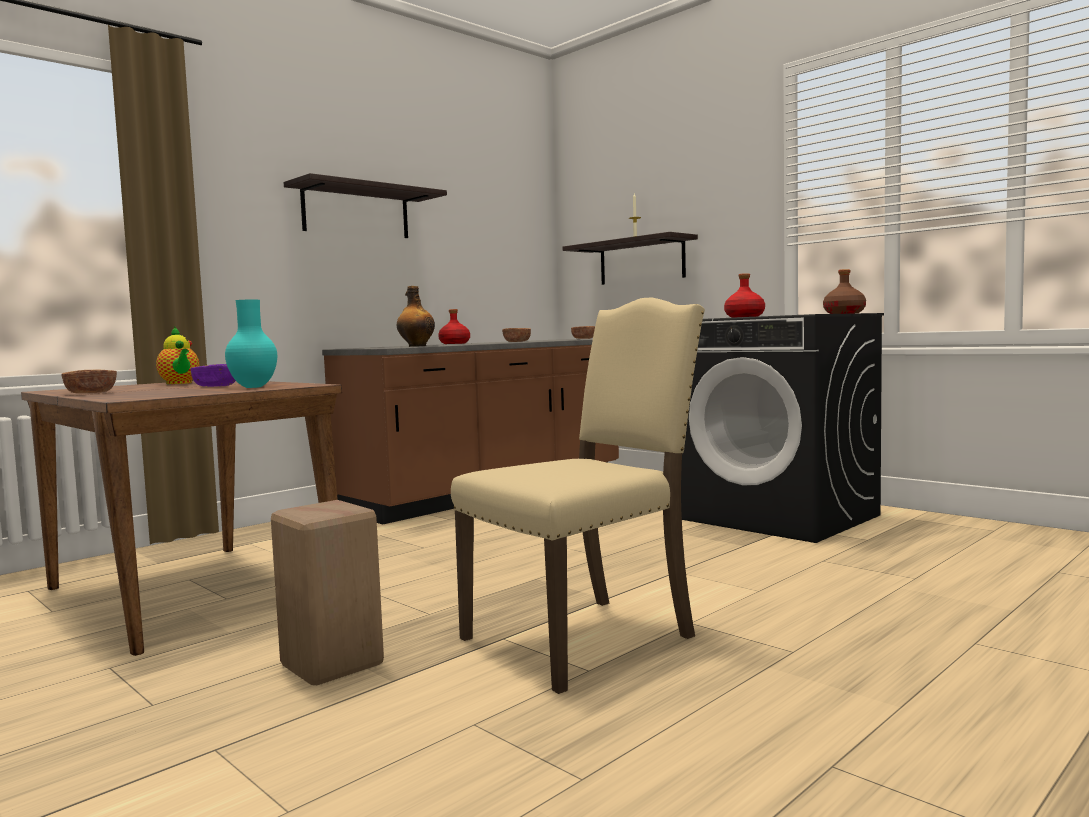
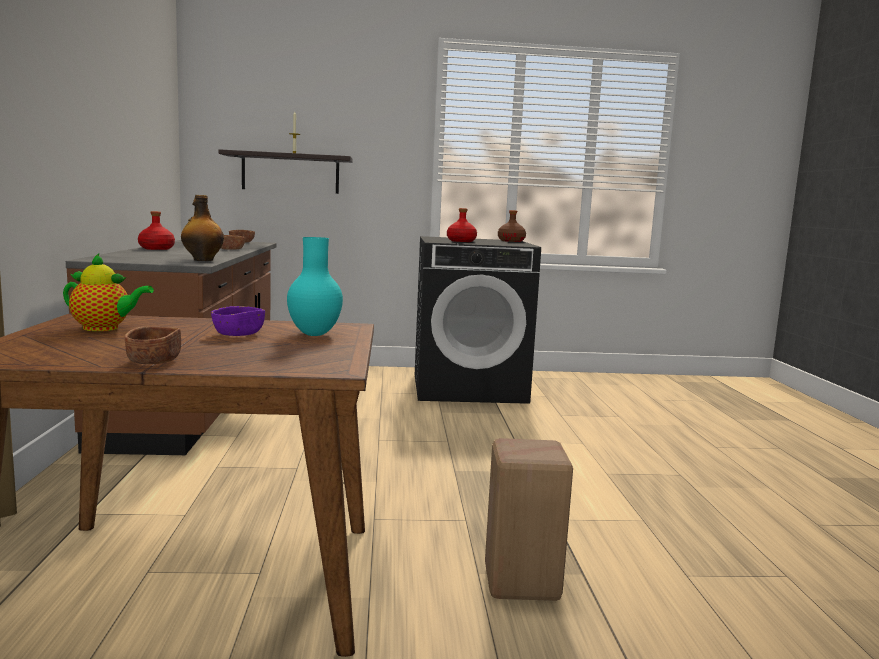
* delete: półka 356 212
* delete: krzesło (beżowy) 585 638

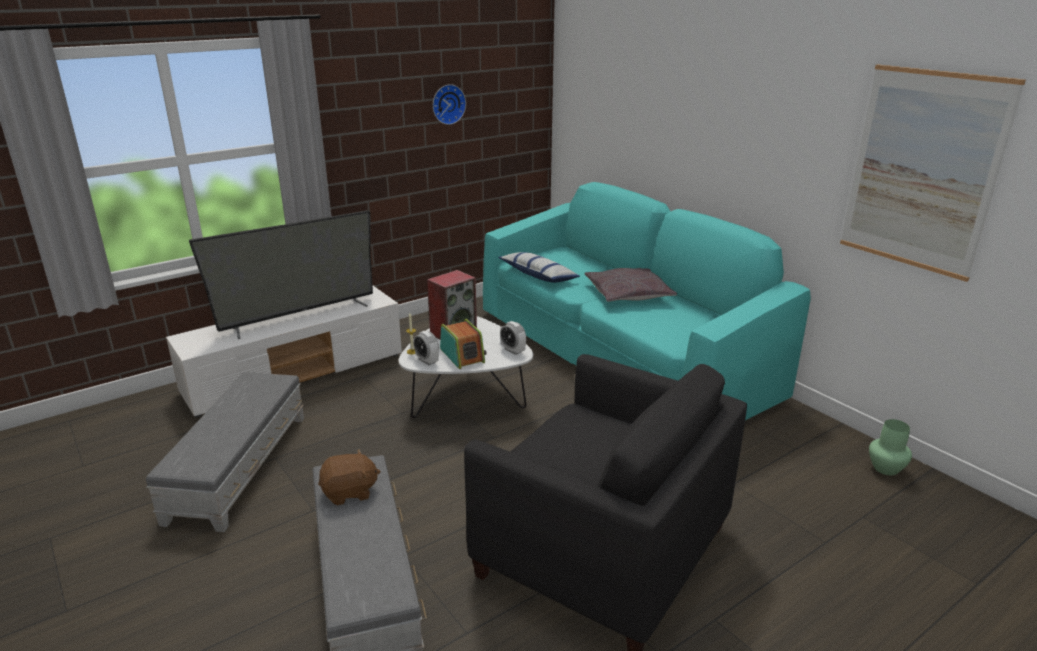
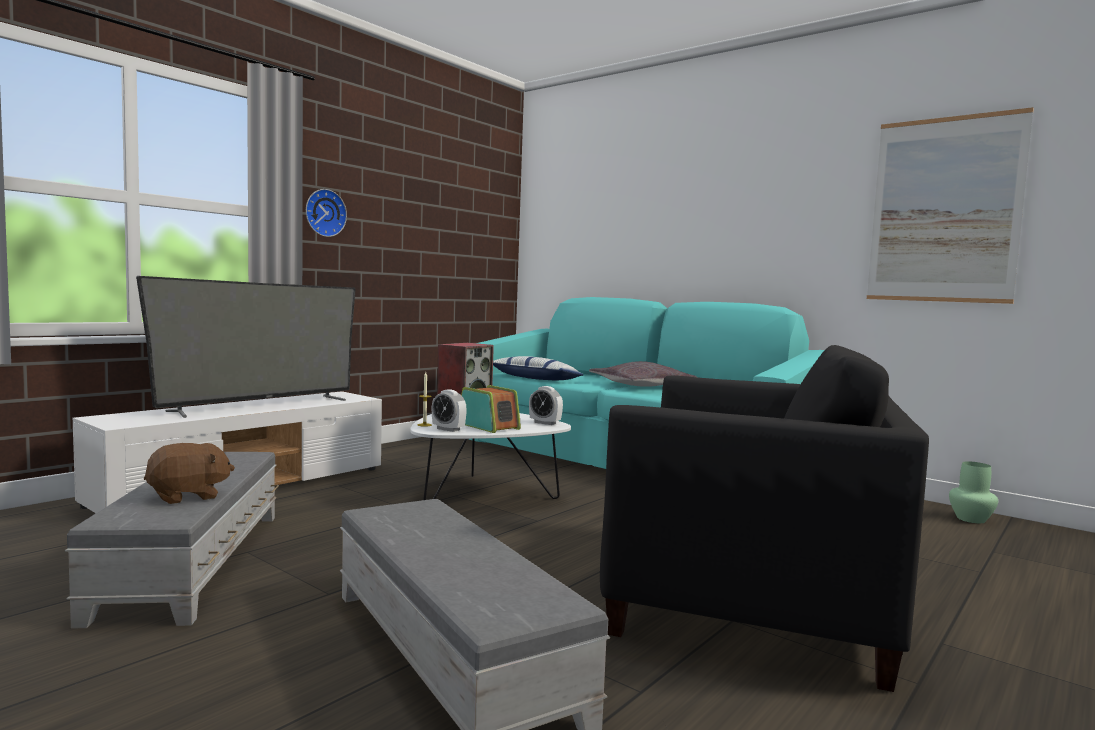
* move: pluszak (brązowy) 349 492 to 188 496
* move: zegar ścienny 447 104 to 324 213

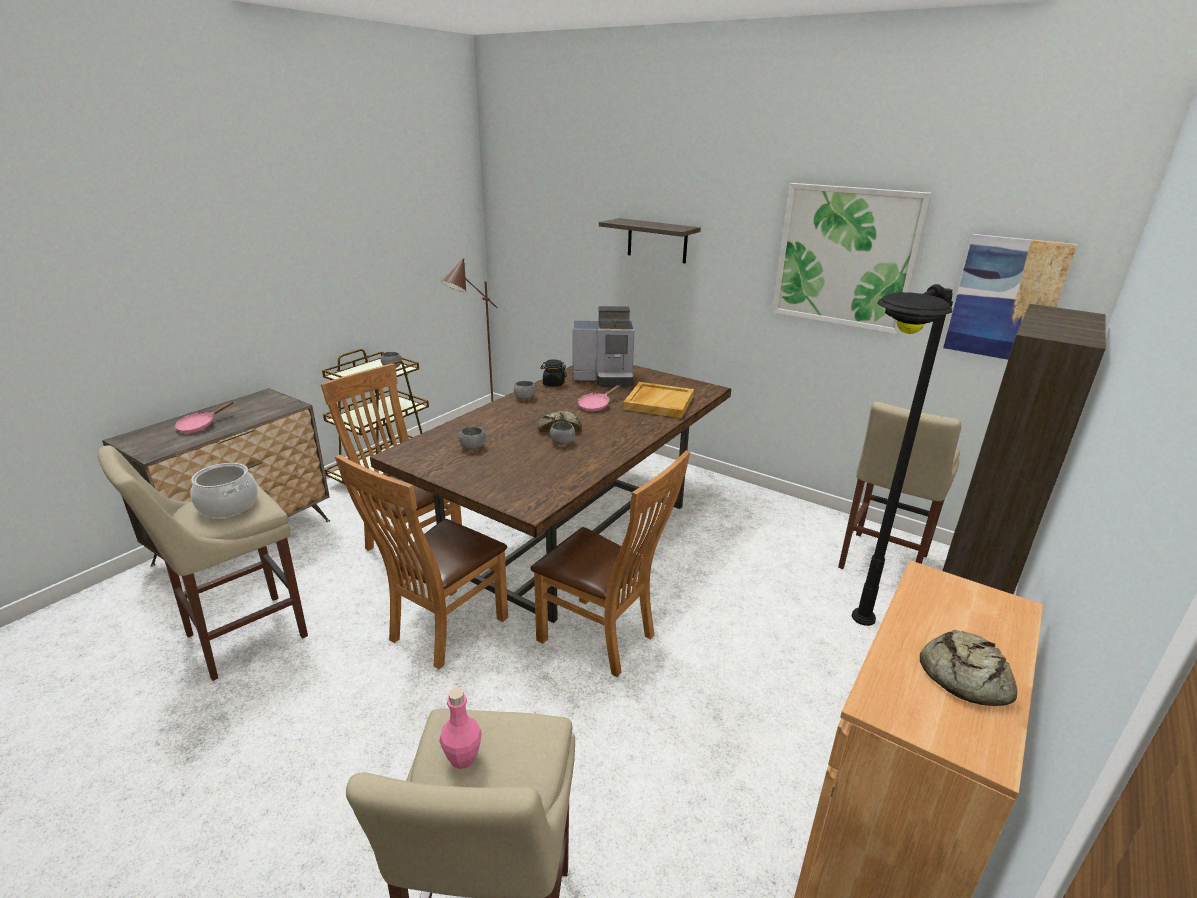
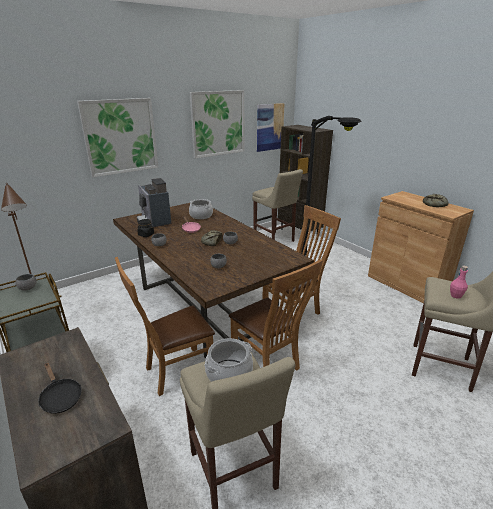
* replace: półka 657 241 to obraz 120 136
* replace: taca (beżowy) 658 402 to garnek 201 216
* recolor: patelnia (różowy) 200 426 to patelnia (czarny) 60 397
* rotate: ekspres do kawy 605 378 = 154 221 135 degrees clockwise

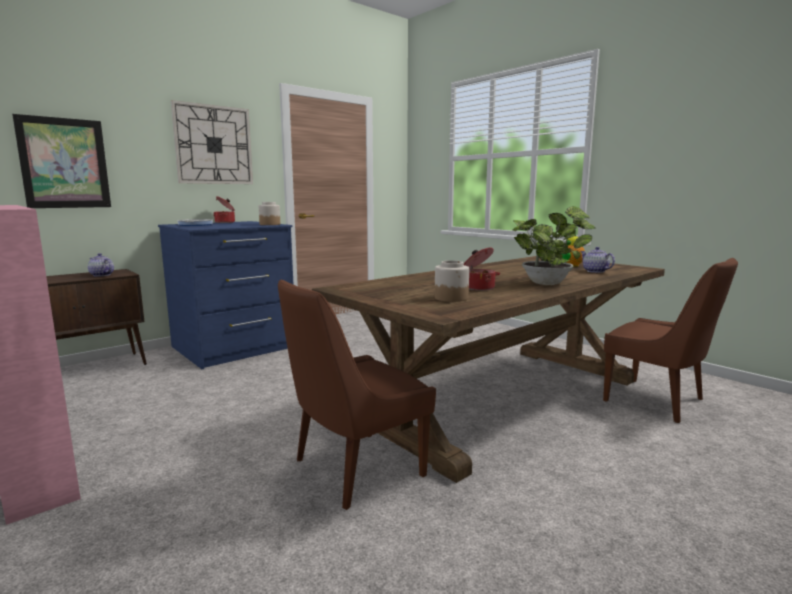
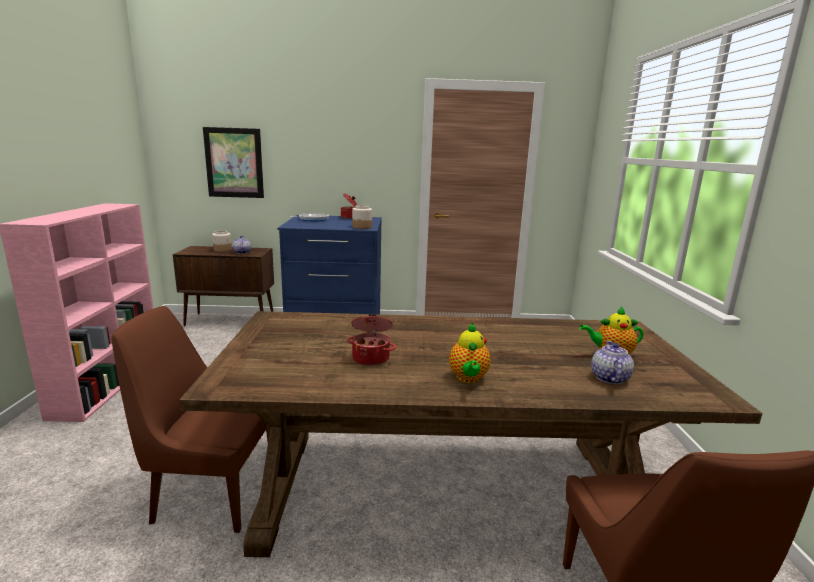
* delete: zegar ścienny 213 145
* move: słoik 451 298 to 223 250
* replace: roślina doniczkowa 549 283 to imbryk 468 378

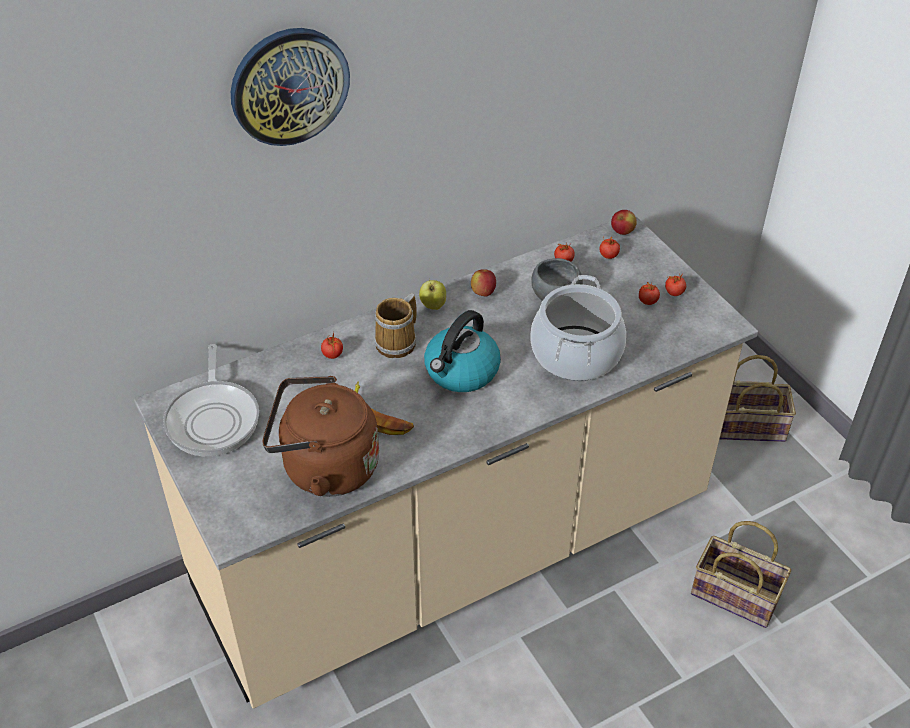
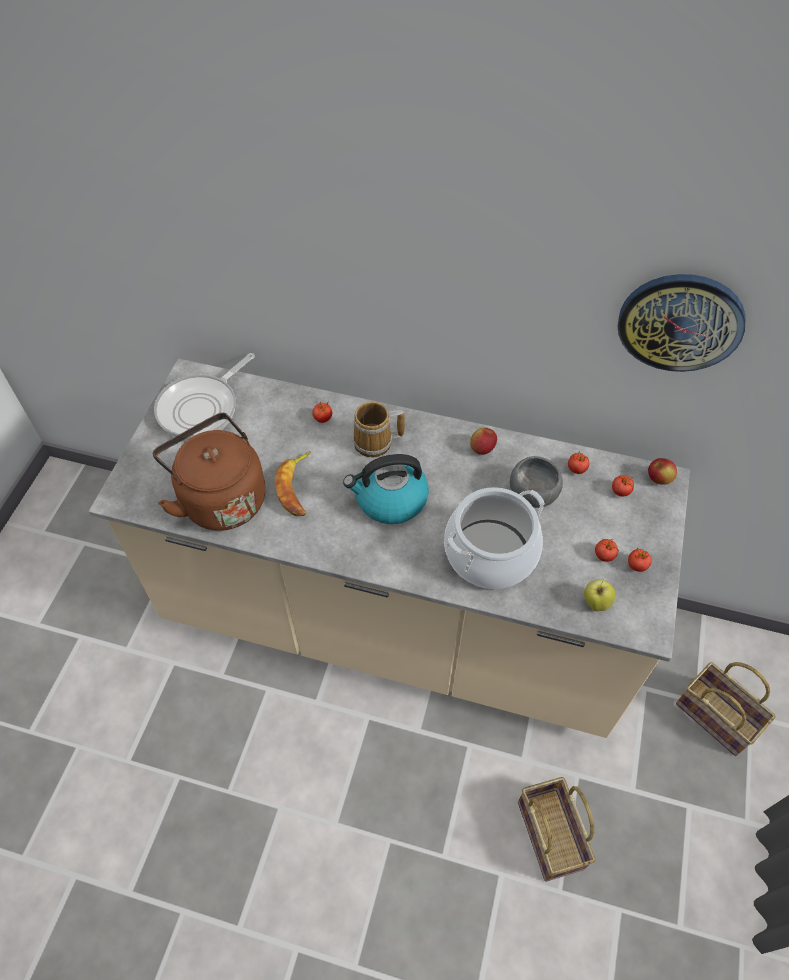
* move: zegar ścienny 289 86 to 680 322
* move: jabłko 433 306 to 595 603

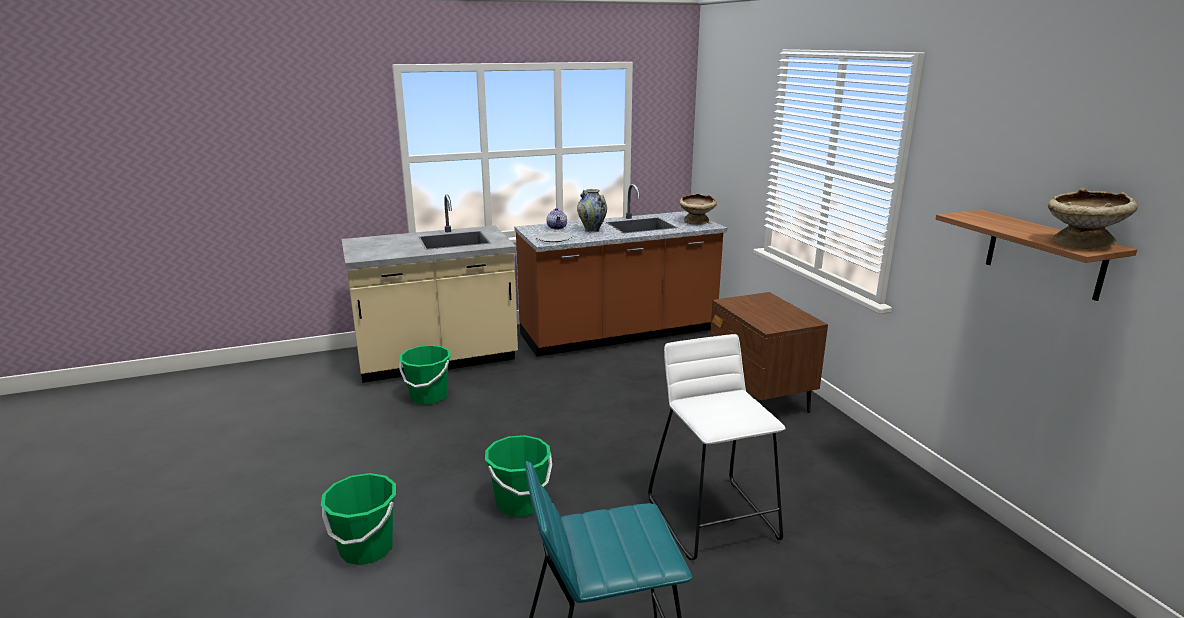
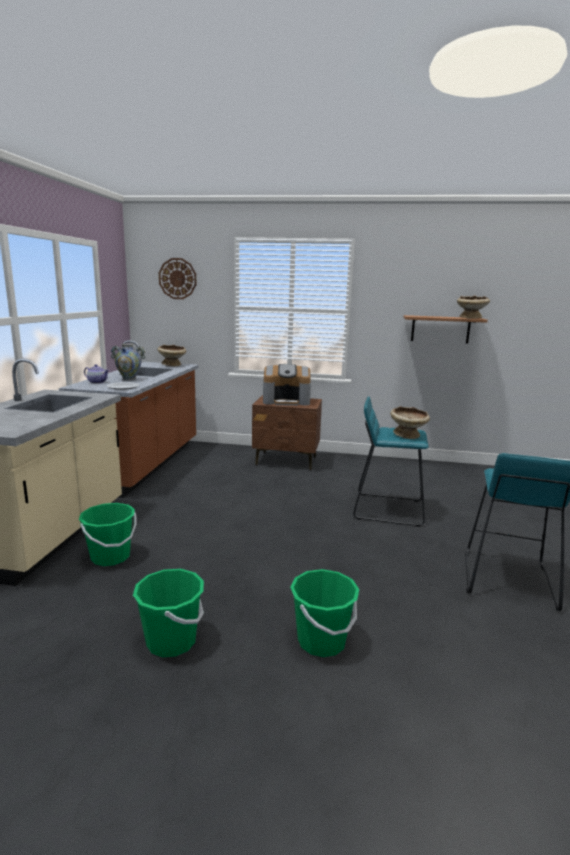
* insert: zegar ścienny 177 278
* insert: ekspres do kawy 286 401
* insert: miska (beżowy) 408 435
* move: wiadro (zielony) 520 503 to 171 641
* recolor: stołek (biały) 714 518 to stołek (turkusowy) 388 509

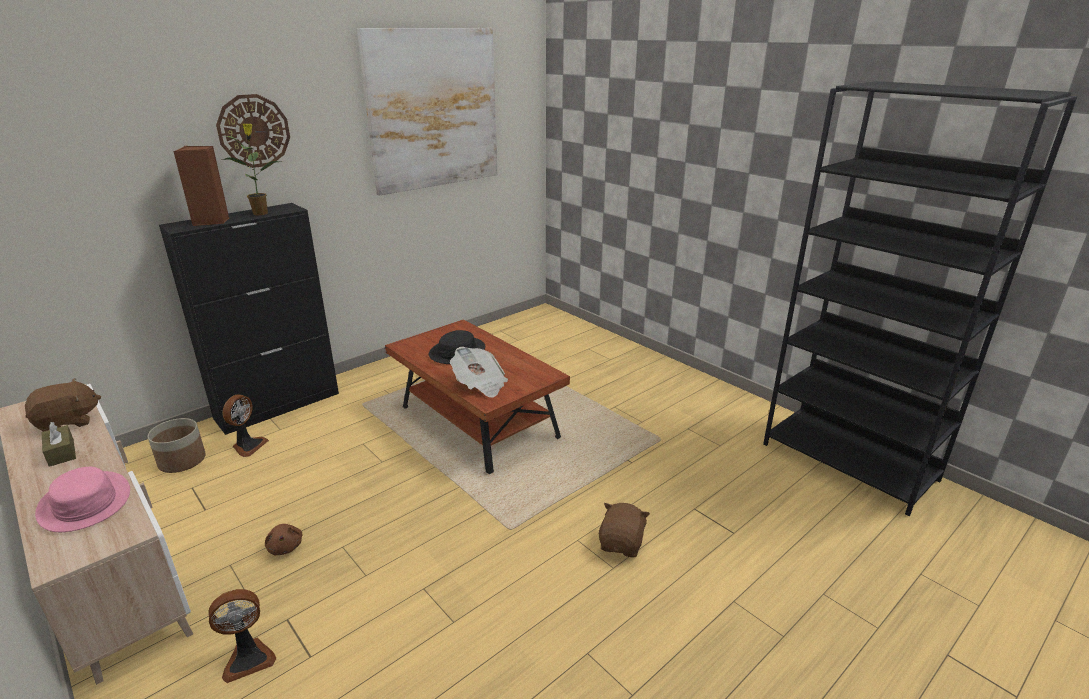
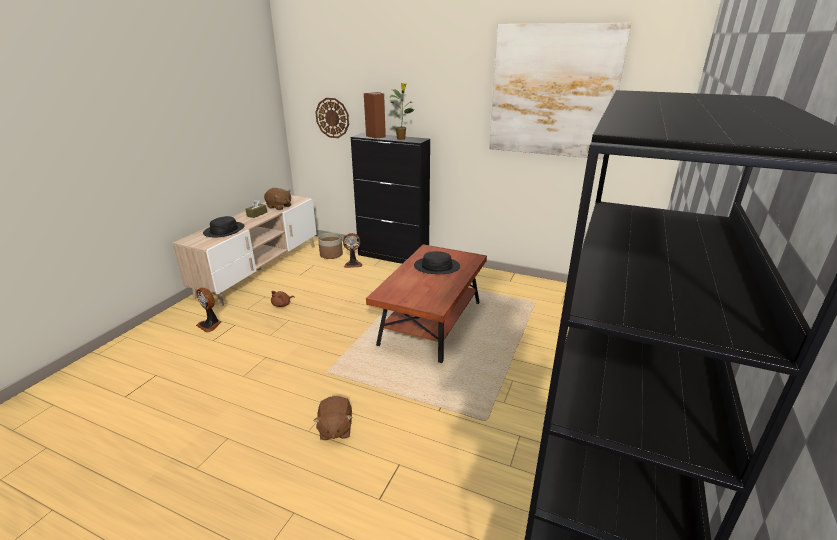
* delete: gazeta 480 385
* move: zegar ścienny 254 131 to 332 118
* recolor: kapelusz (różowy) 84 503 to kapelusz (czarny) 224 230
* rotate: pluszak (brązowy) 622 544 = 335 429 90 degrees clockwise

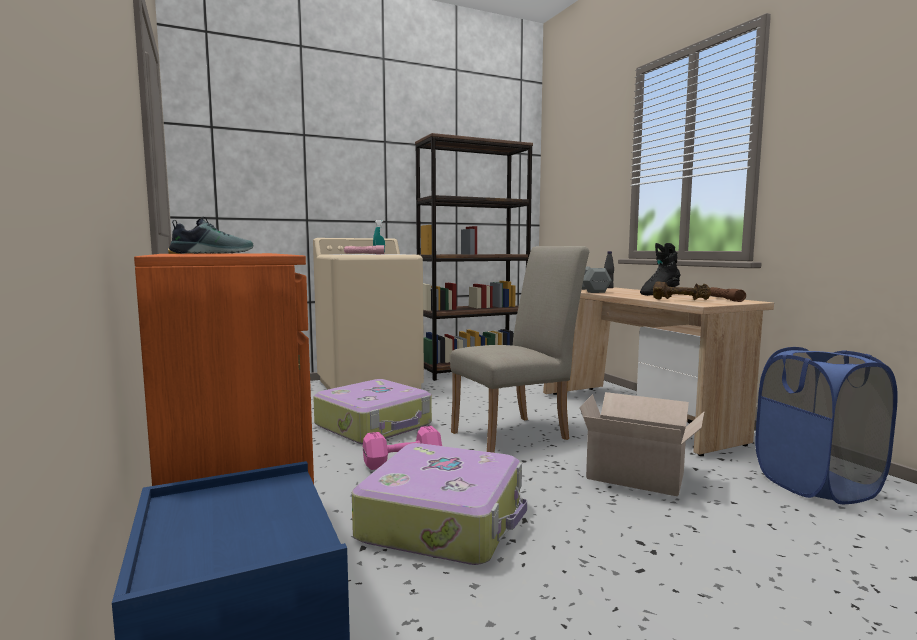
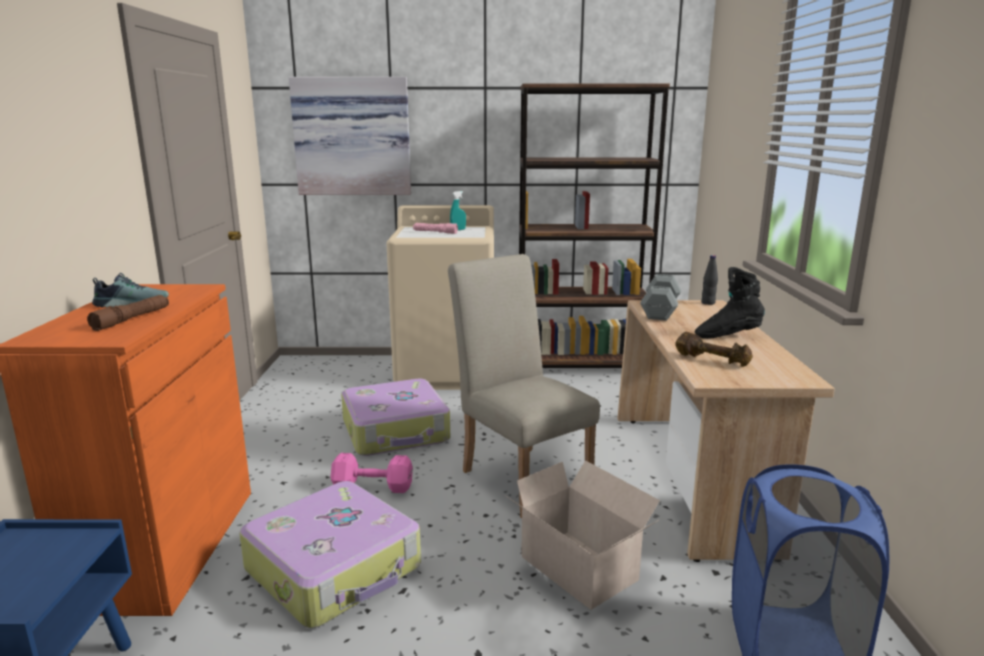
* insert: obraz 353 137
* move: latarka (brązowy) 724 299 to 132 319
* rotate: krzesło (beżowy) 517 434 = 521 475 120 degrees counterclockwise

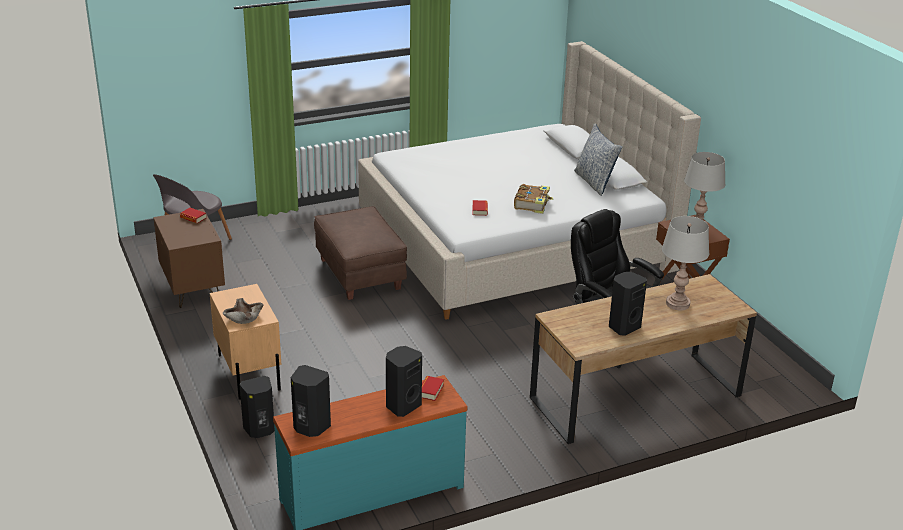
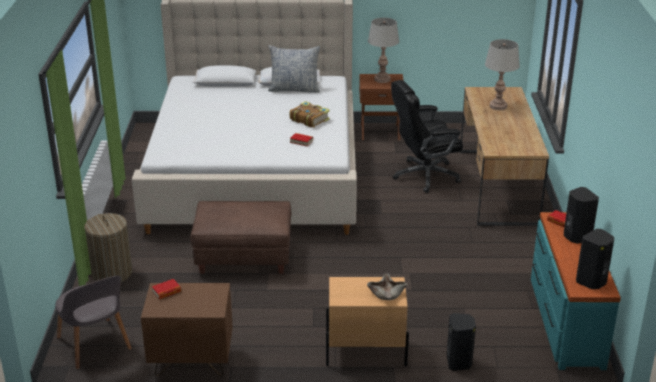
* delete: głośnik (czarny) 623 327
* insert: kosz na pranie 112 273

